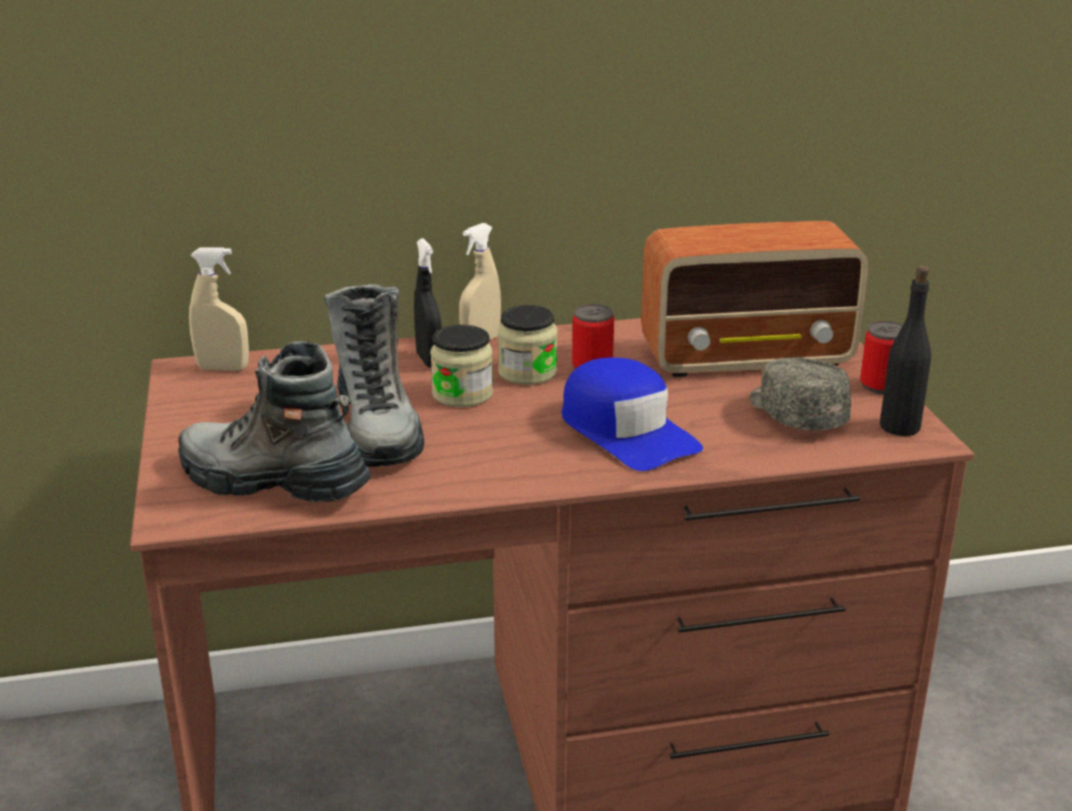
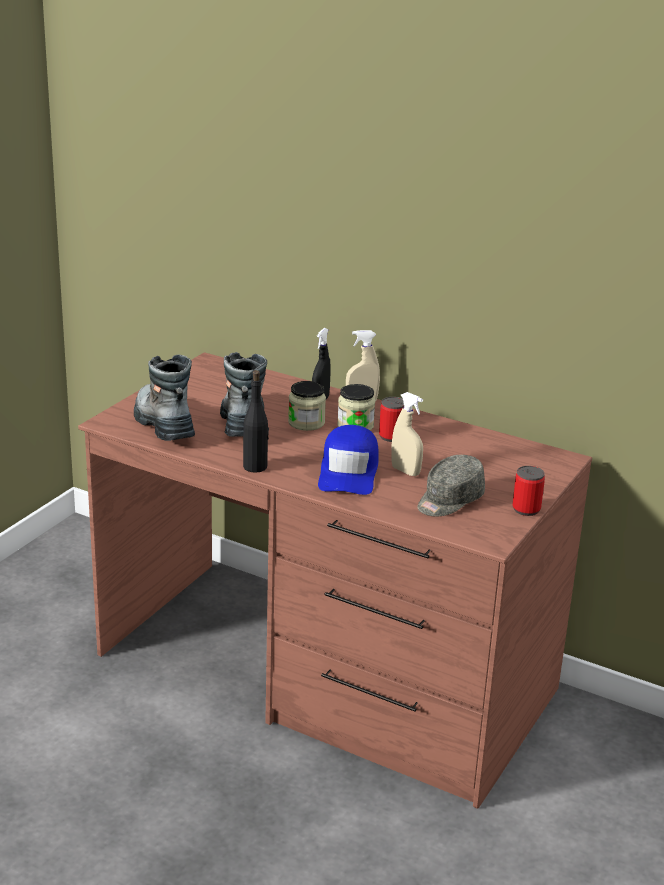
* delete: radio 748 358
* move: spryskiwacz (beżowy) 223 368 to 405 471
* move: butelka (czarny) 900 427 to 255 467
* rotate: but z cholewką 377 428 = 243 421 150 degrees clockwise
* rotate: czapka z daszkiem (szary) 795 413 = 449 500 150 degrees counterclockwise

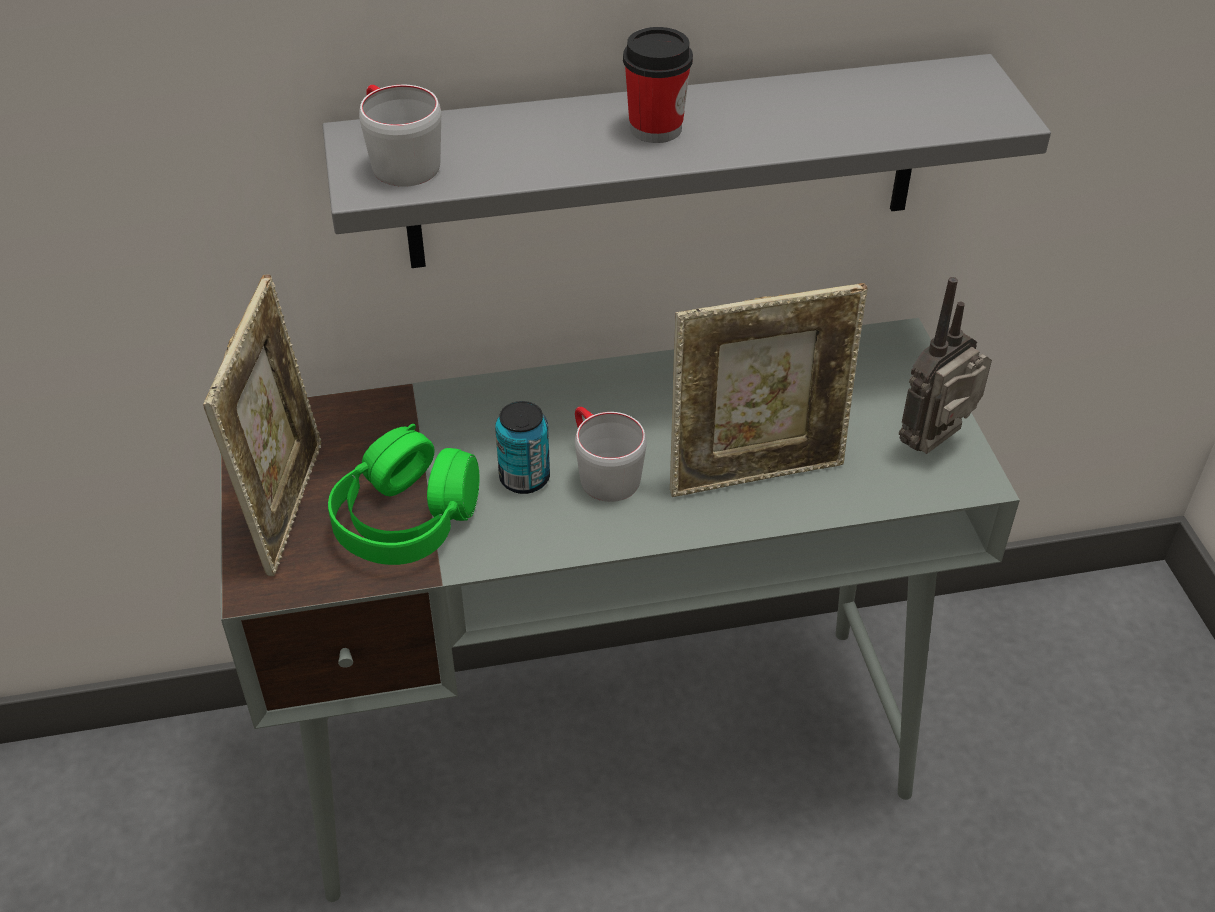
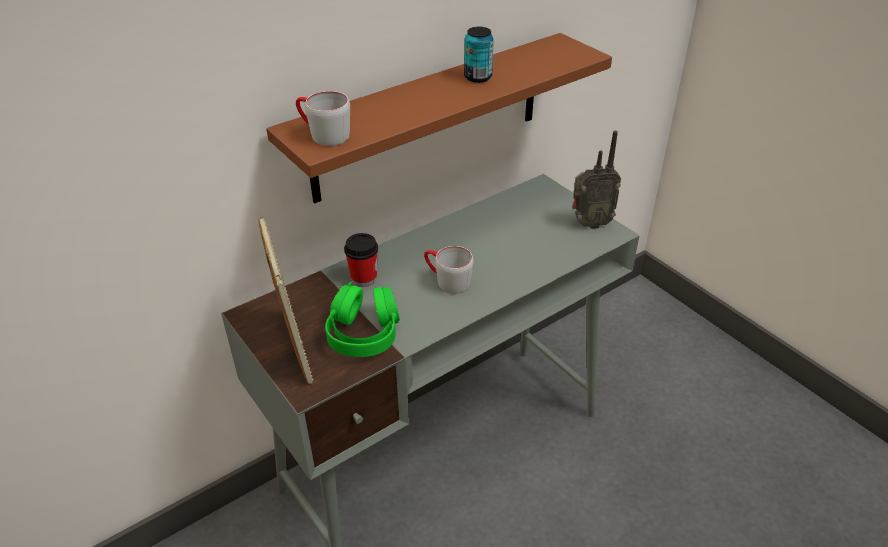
* delete: ramka na zdjęcie 756 473
* move: puszka 524 478 to 478 77
* move: filiżanka 655 128 to 364 278
* recolor: półka (szary) 665 164 to półka (brązowy) 429 117
* rotate: radio 936 445 = 589 223 120 degrees counterclockwise

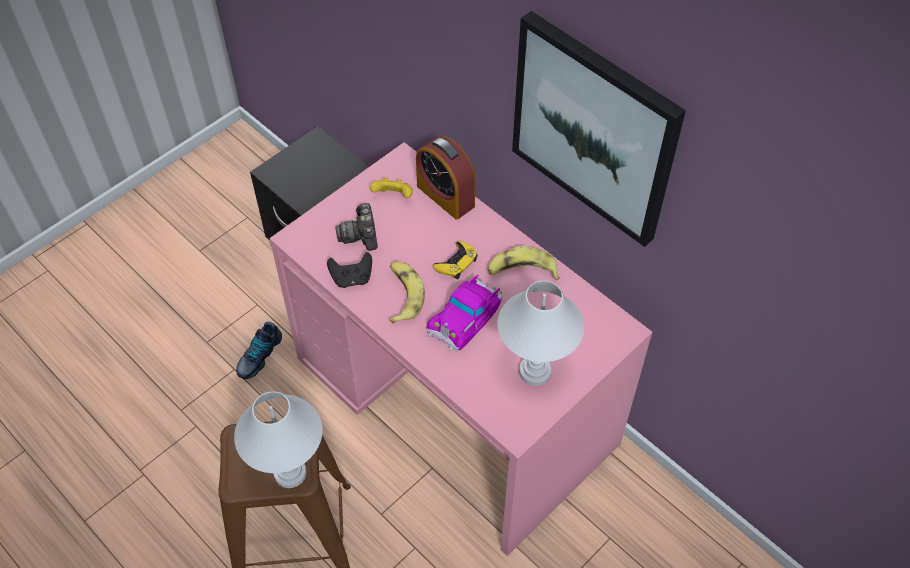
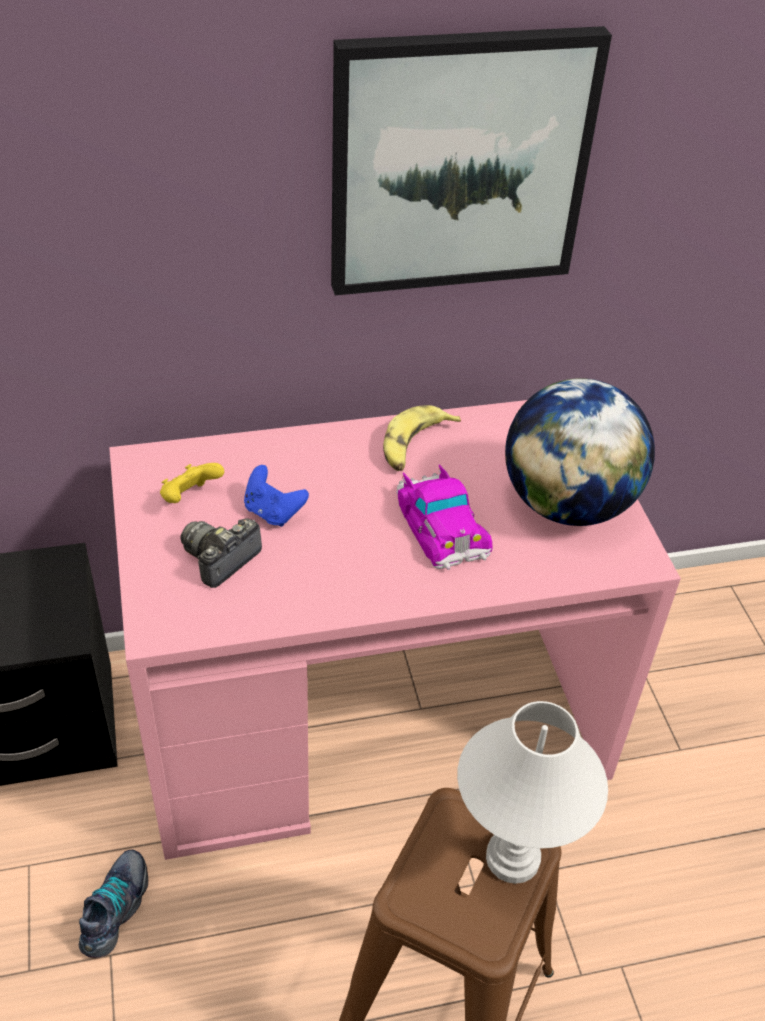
* delete: pad do gier (czarny) 352 278
* delete: banan 403 295
* delete: budzik 445 196
* delete: pad do gier (żółty) 456 263
* insert: pad do gier (niebieski) 273 512
* replace: lampa stołowa (biały) 534 371 to globus 567 504
* rotate: but 259 355 = 116 908 135 degrees counterclockwise
* rotate: aparat fotograficzny 360 235 = 221 559 105 degrees clockwise

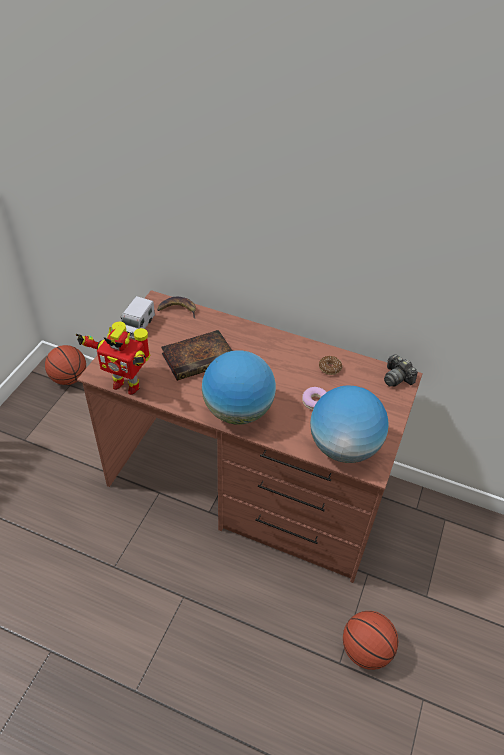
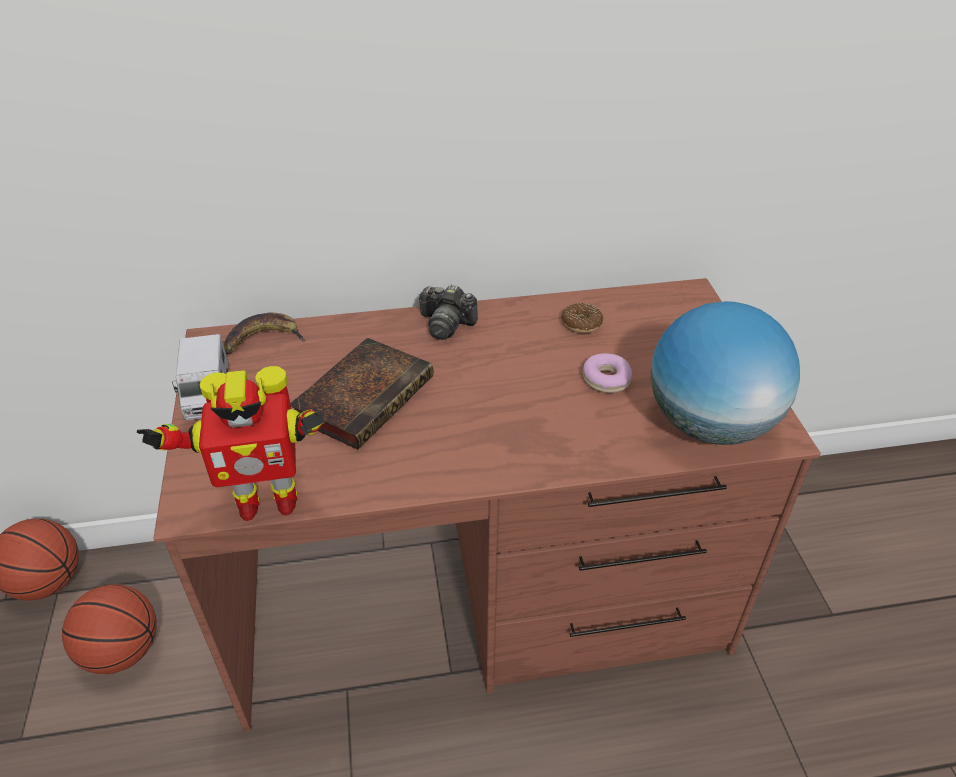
* delete: globus 237 411
* move: piłka do koszykówki 365 649 to 122 651
* move: aparat fotograficzny 397 378 to 446 324

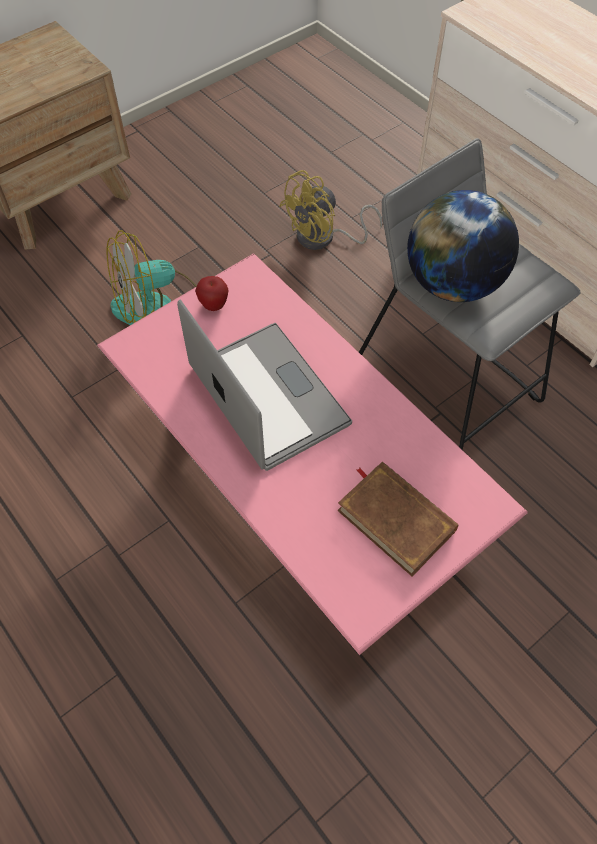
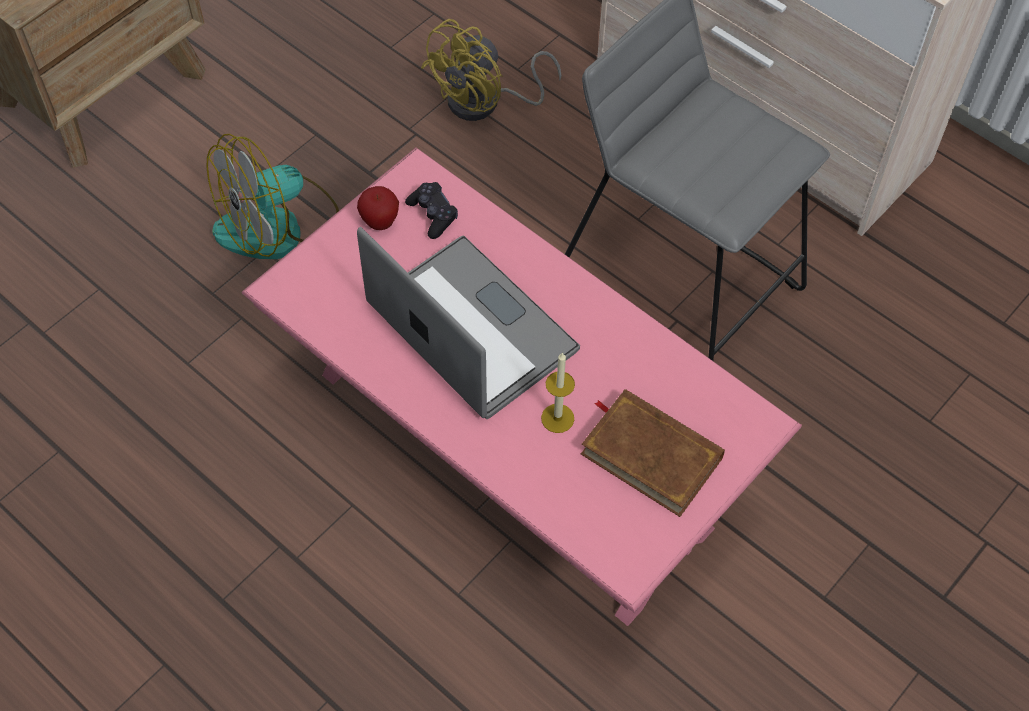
* delete: globus 453 284
* insert: pad do gier (czarny) 433 214
* insert: świeca 557 418

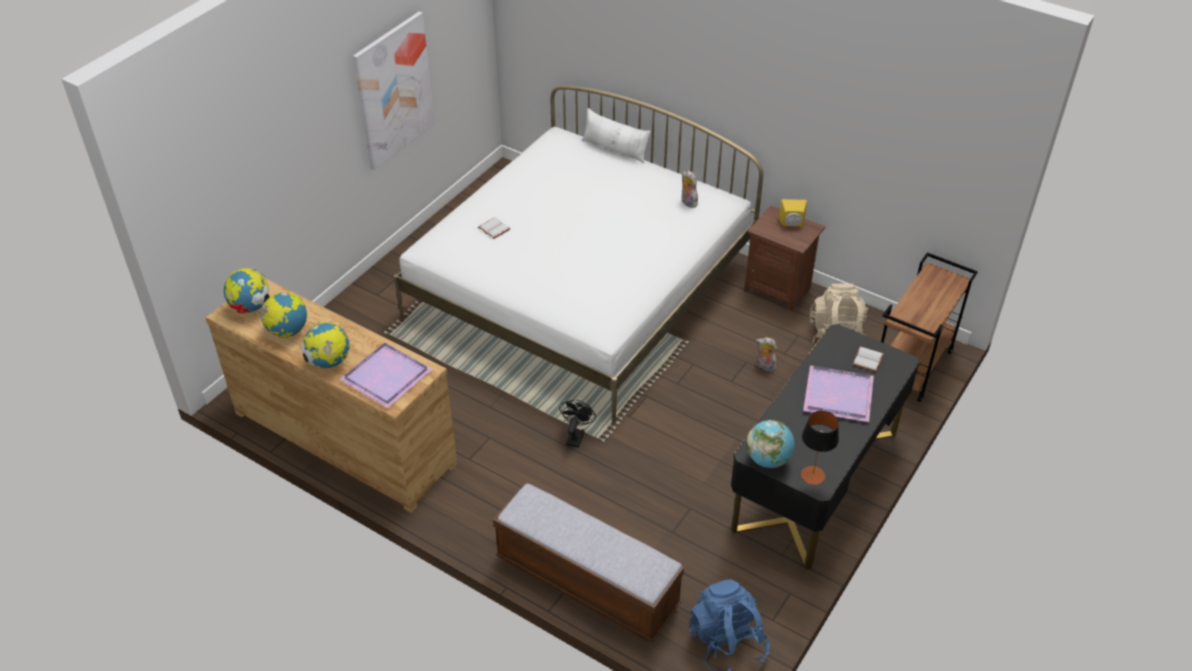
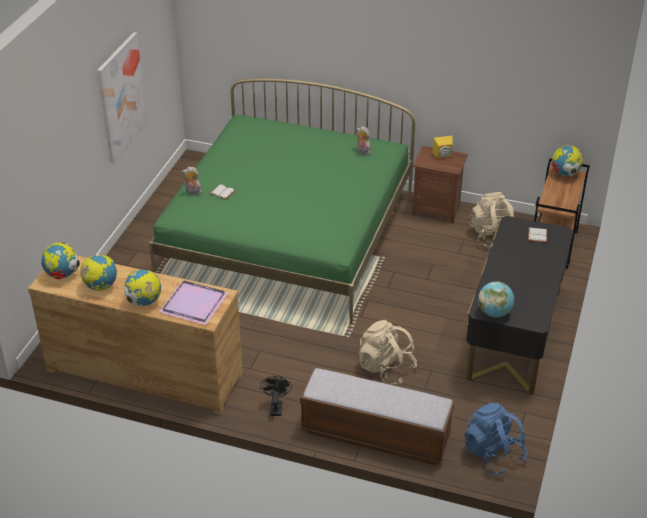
* delete: poduszka (biały) 615 149
* delete: lampa stołowa 812 475
* delete: taca (fioletowy) 839 396
* insert: plecak (beżowy) 386 368
* insert: globus 565 174
* move: wentylator (czarny) 576 435 to 276 407
* move: pluszak 764 366 to 192 192
* recolor: łóżko (biały) 581 290 to łóżko (zielony) 288 235

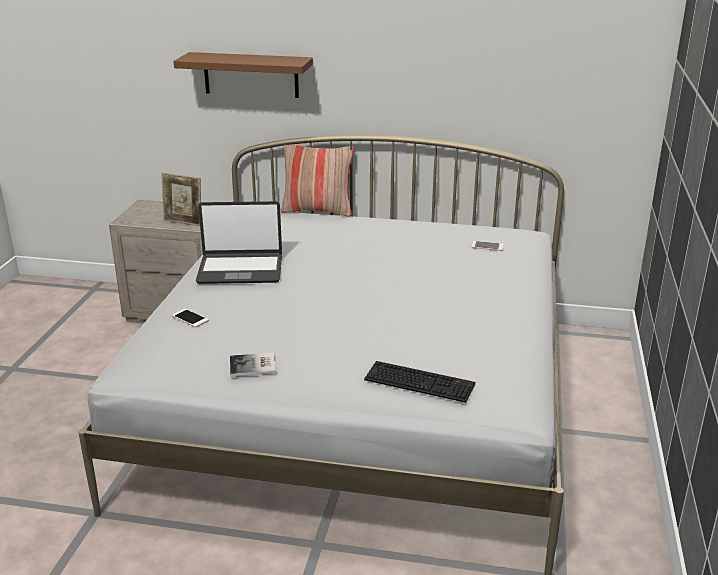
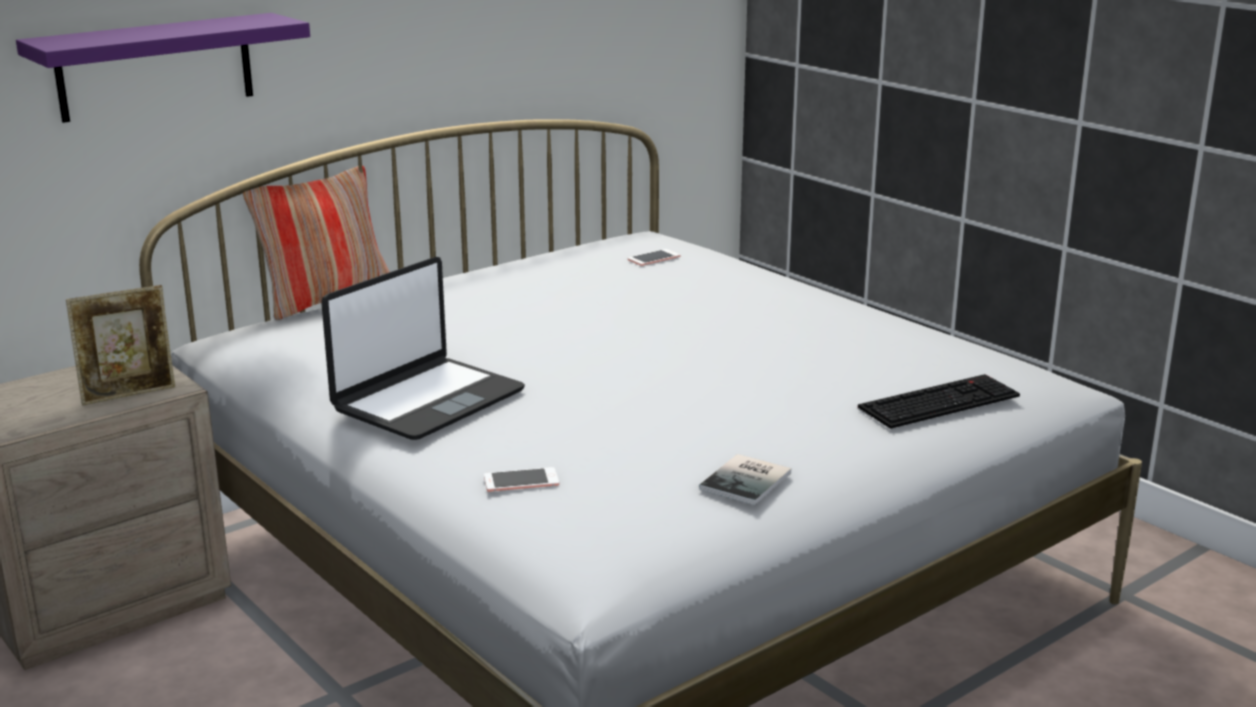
* recolor: półka (brązowy) 251 75 to półka (fioletowy) 155 67

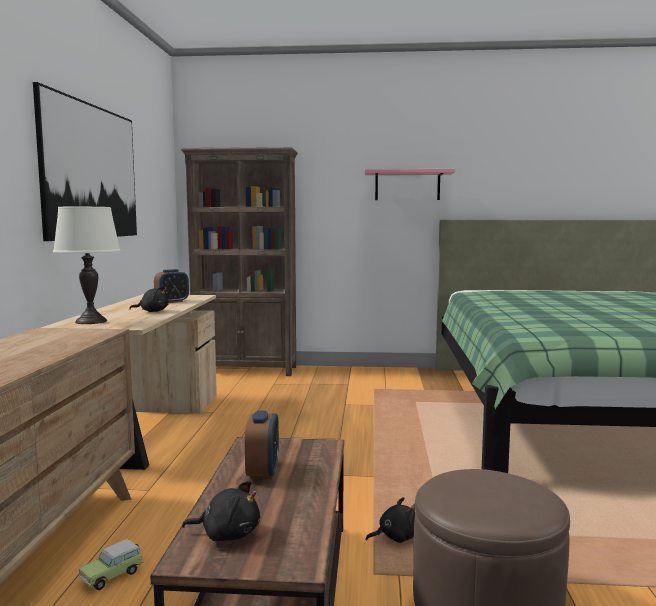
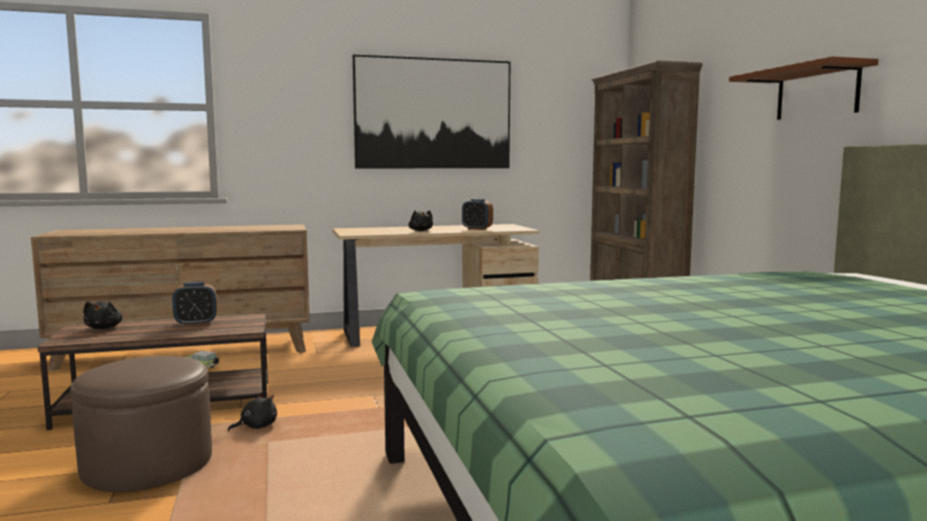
* delete: lampa stołowa (biały) 91 321
* recolor: półka (różowy) 407 185 to półka (brązowy) 817 92
* rotate: pluszak (czarny) 395 537 = 256 427 90 degrees counterclockwise

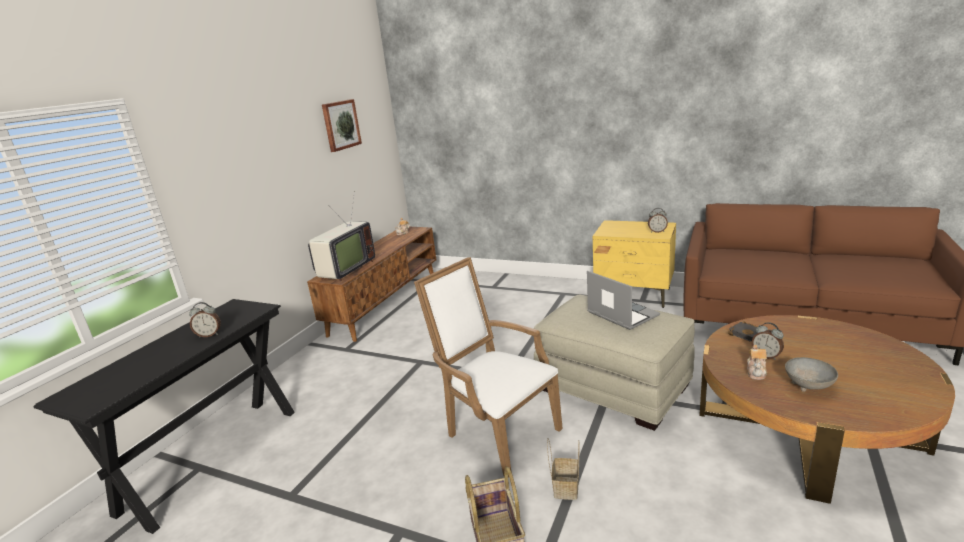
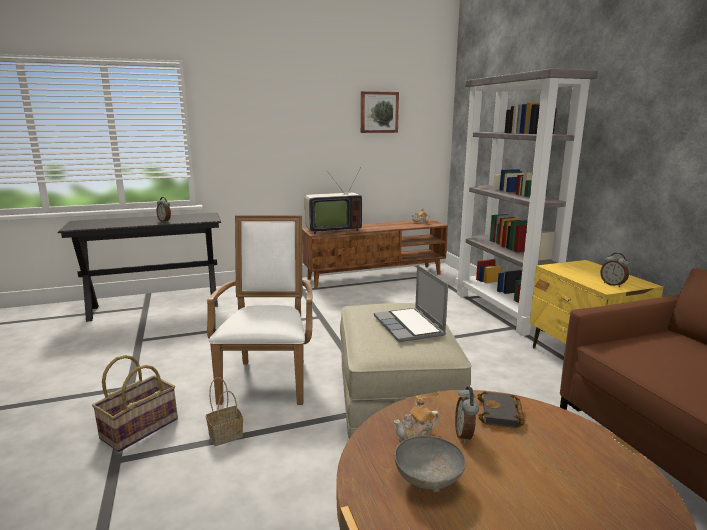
* insert: regał (szary) 503 311
* rotate: laptop 621 314 = 409 326 150 degrees clockwise

